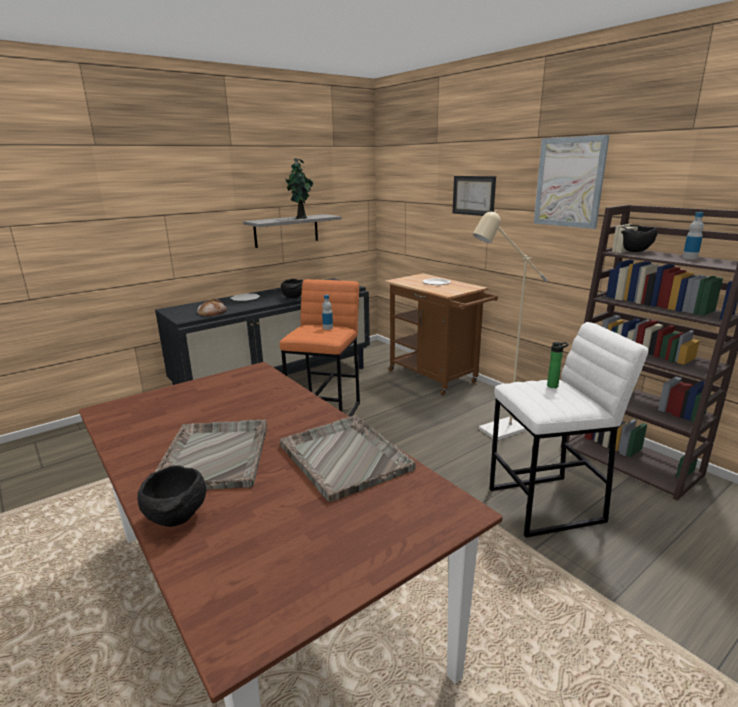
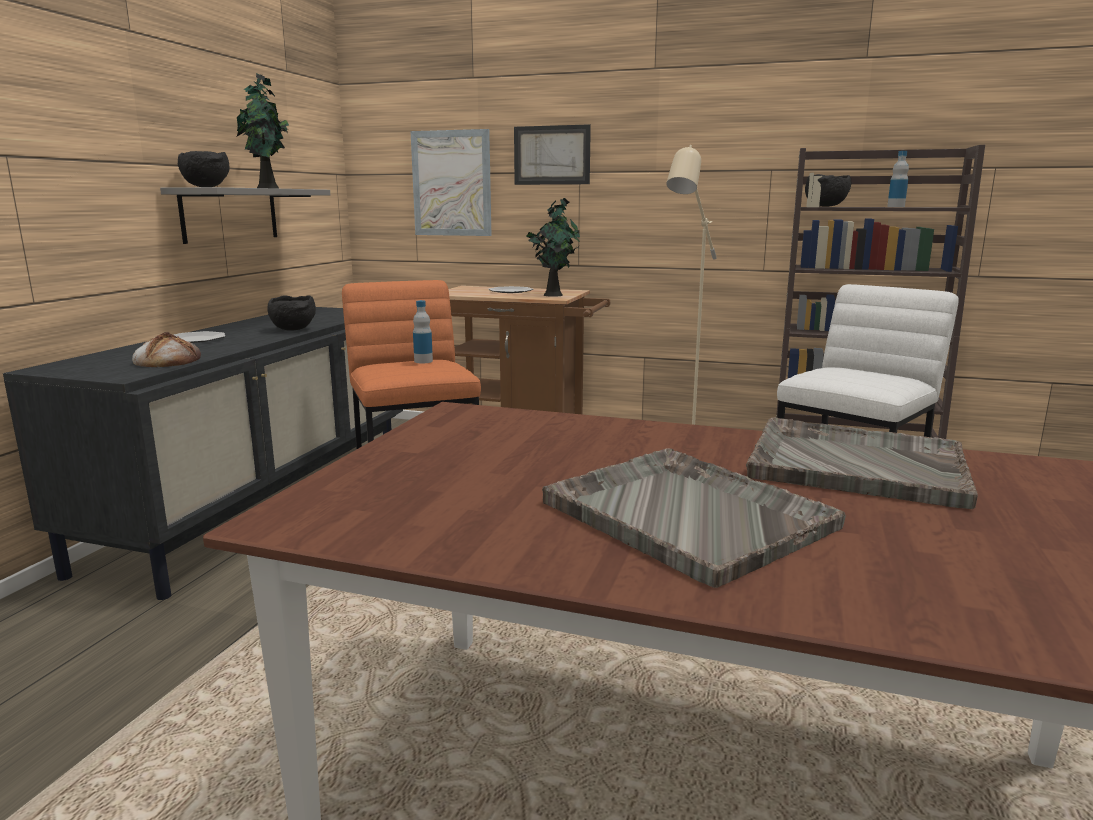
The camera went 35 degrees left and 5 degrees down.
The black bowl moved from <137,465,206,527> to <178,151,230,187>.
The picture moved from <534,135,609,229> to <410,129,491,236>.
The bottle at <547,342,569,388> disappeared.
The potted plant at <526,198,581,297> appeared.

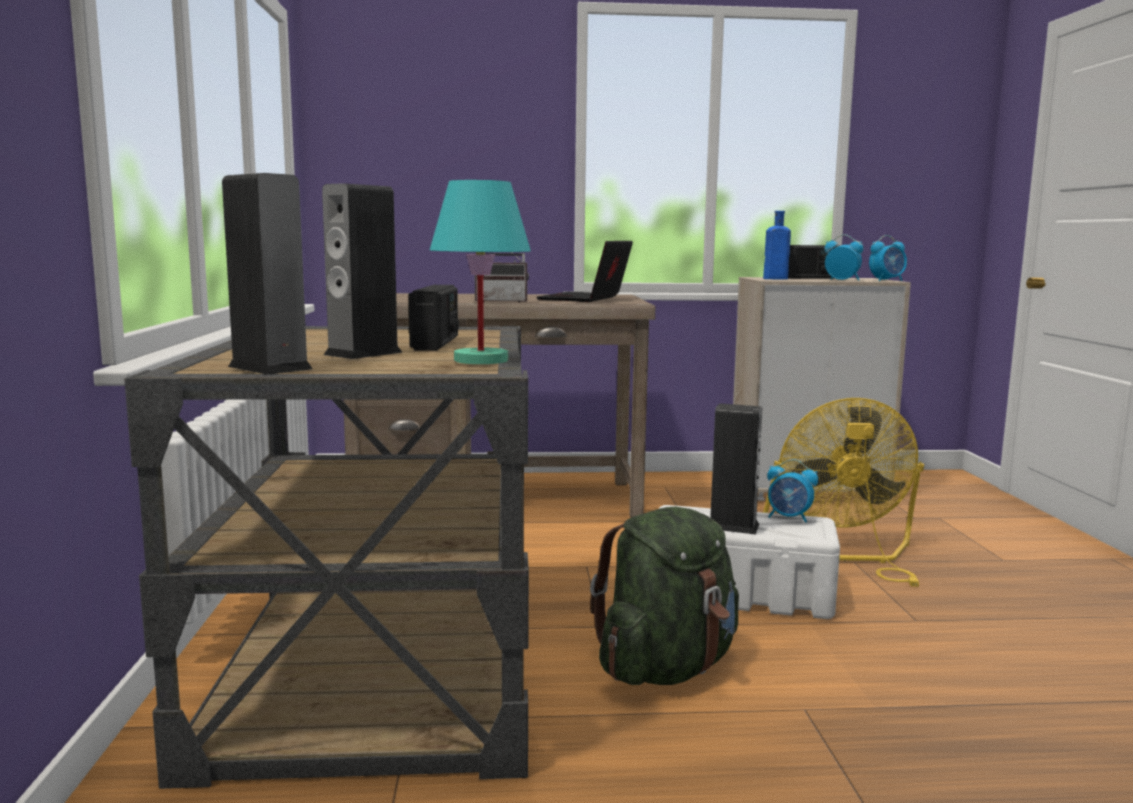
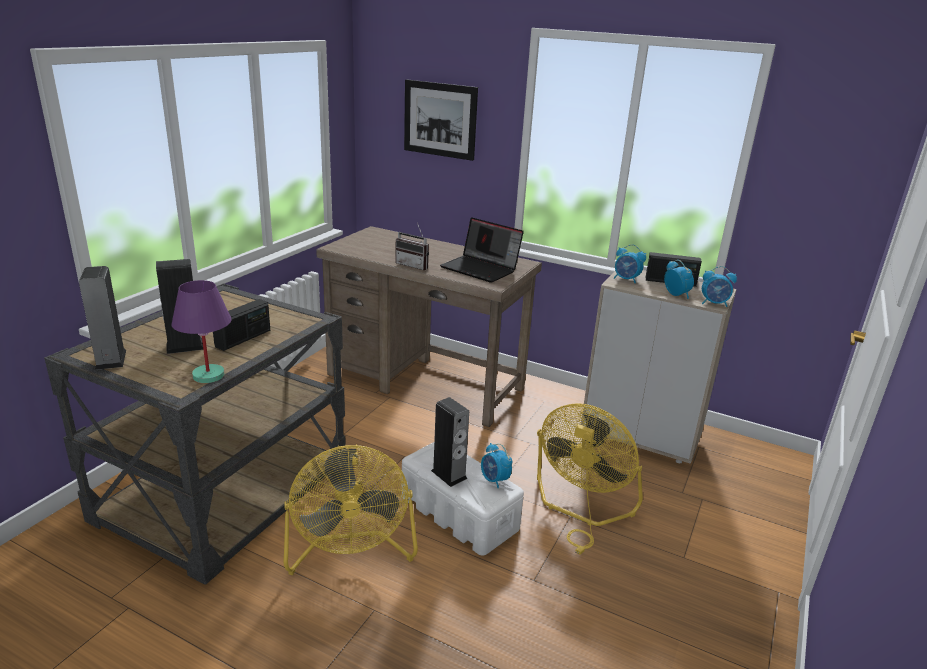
The camera went 30 degrees right and 15 degrees up.
The turquoise table lamp at <430,180,531,364> became the purple table lamp at <171,280,231,383>.
The laptop at <537,241,633,302> turned 105 degrees counterclockwise.
The green backpack at <590,507,739,685> was replaced by the yellow fan at <283,444,418,575>.
The blue bottle at <763,211,791,279> was replaced by the alarm clock at <614,245,646,283>.
The picture at <404,79,478,161> appeared.

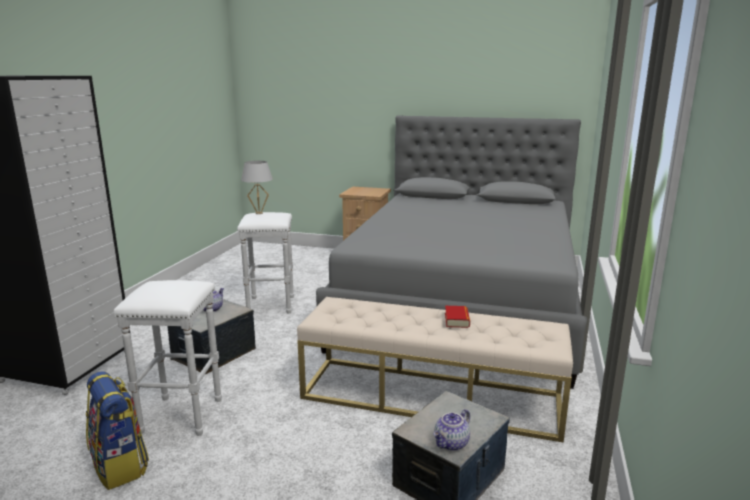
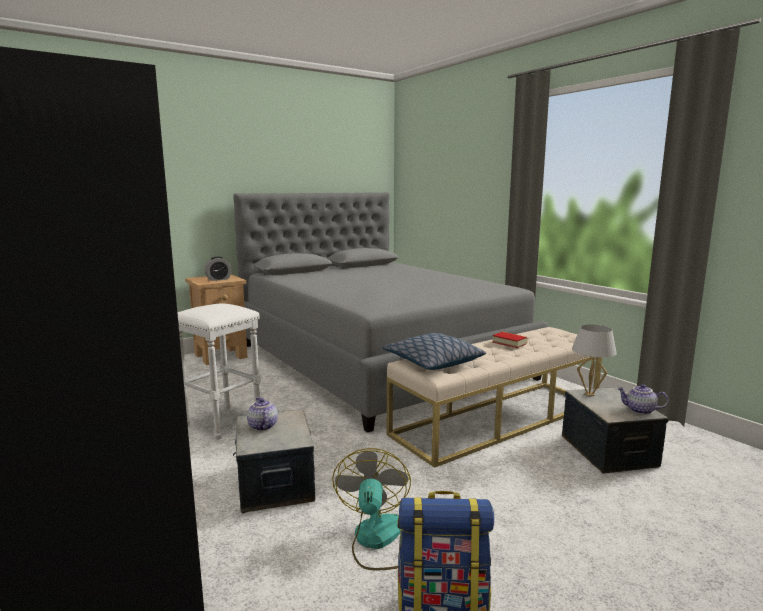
The camera went 50 degrees left and 5 degrees down.
The white stool at <113,280,222,436> was replaced by the fan at <332,448,411,571>.
The white table lamp moved from <241,161,273,214> to <572,325,617,396>.
The teapot at <433,409,470,451> turned 120 degrees clockwise.
The alarm clock at <204,257,232,281> appeared.
The pillow at <382,333,486,370> appeared.

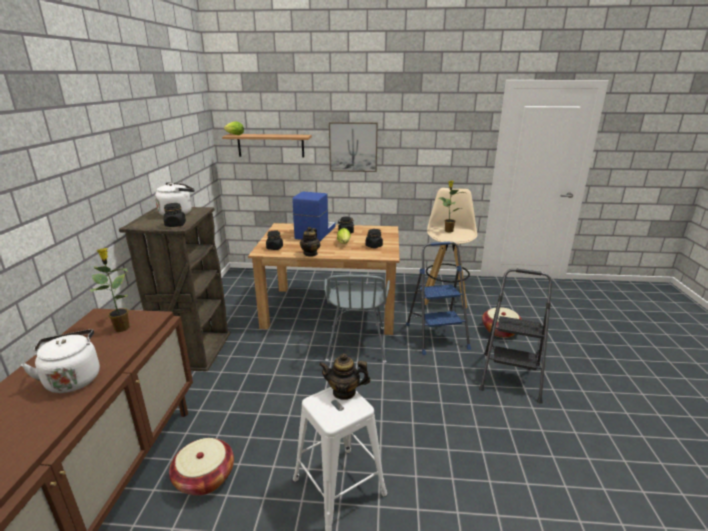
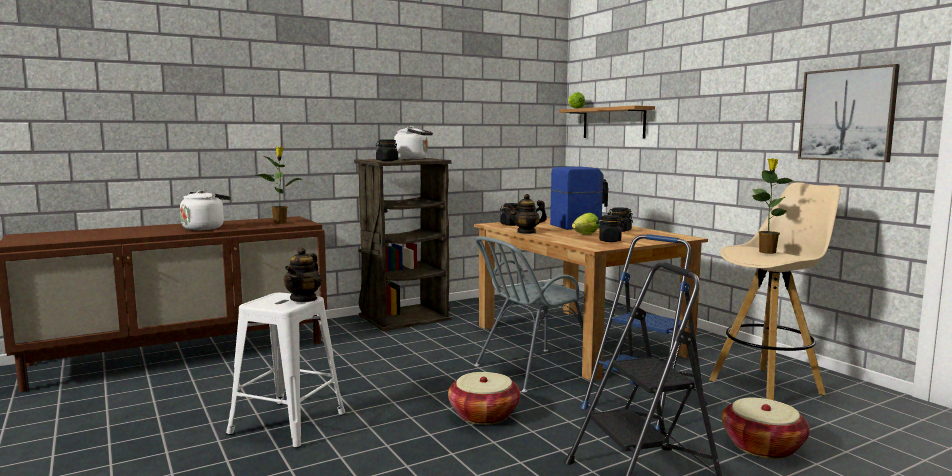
The camera went 55 degrees right and 15 degrees down.
The basket moved from <169,438,234,496> to <448,372,520,425>.
The teapot at <319,353,370,400> turned 135 degrees counterclockwise.
The picture moved from <329,122,378,172> to <798,64,900,162>.

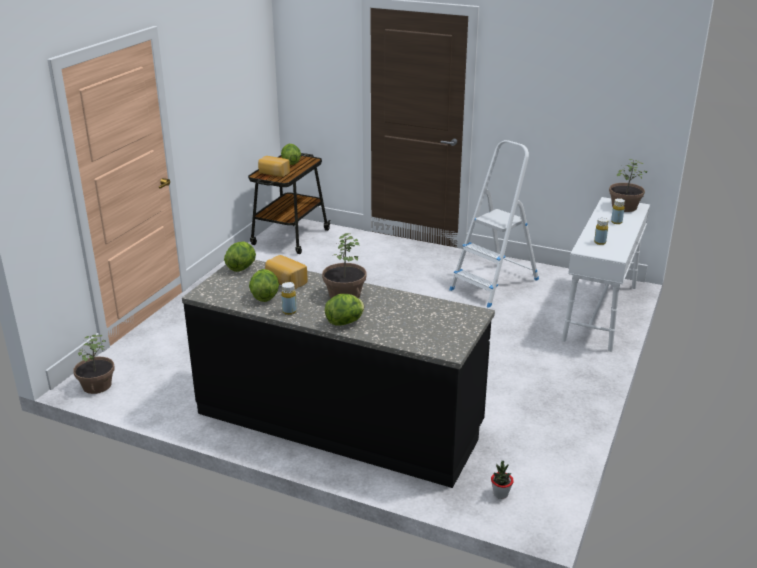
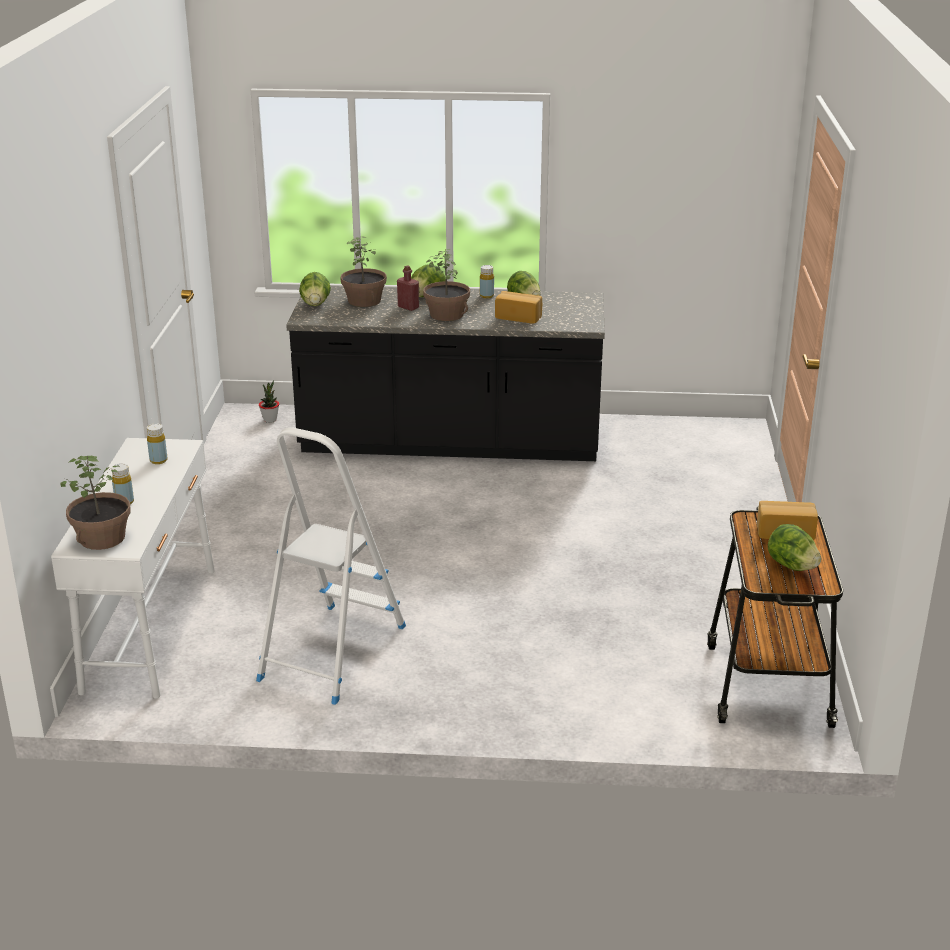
The camera went 160 degrees right and 0 degrees up.
The potted plant moved from <73,334,115,394> to <341,236,387,307>.
The lettuce moved from <224,241,256,272> to <299,272,331,306>.
The red bottle at <397,266,419,311> appeared.

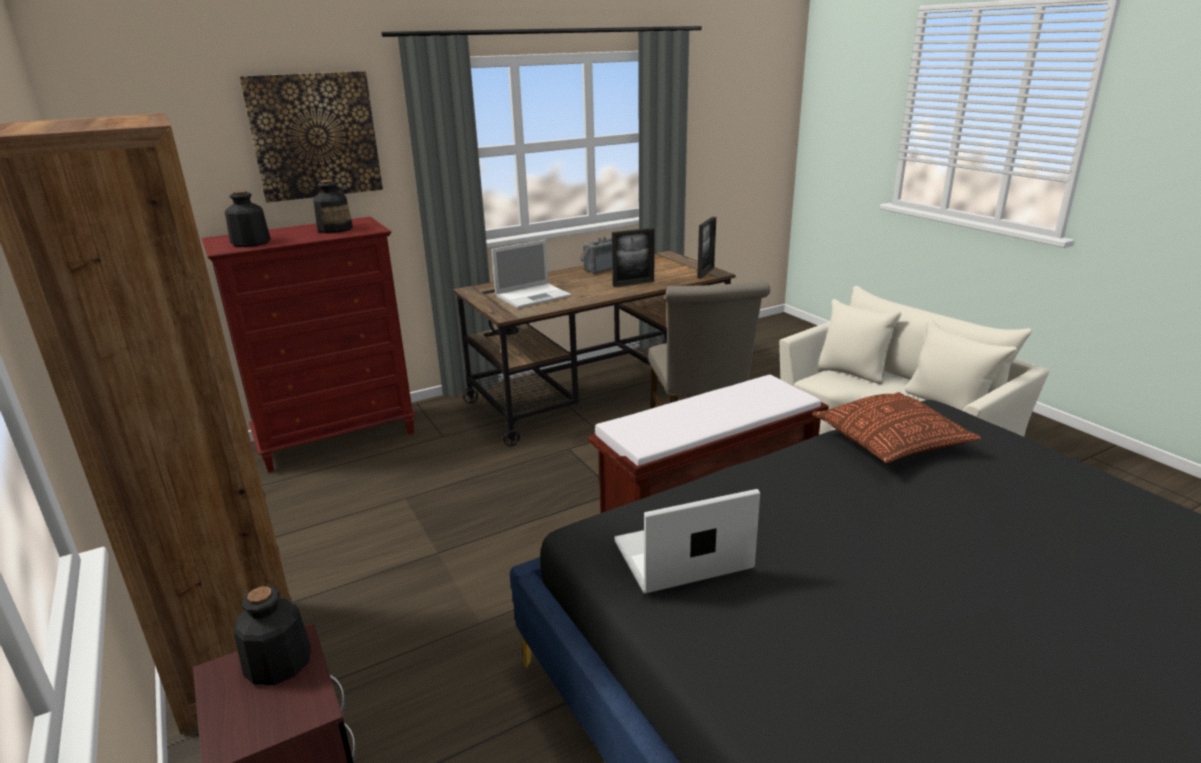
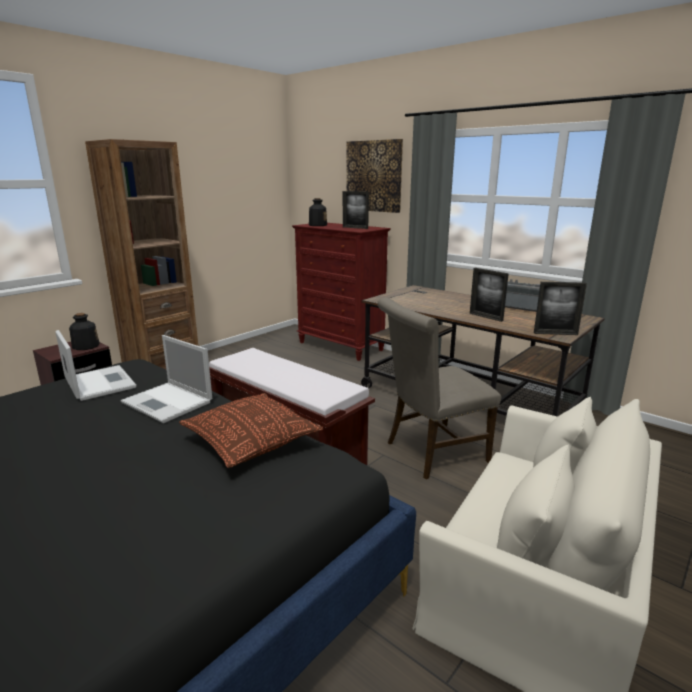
The camera went 70 degrees right and 5 degrees down.
The bottle at <313,180,353,233> was replaced by the picture frame at <343,191,369,229>.
The laptop moved from <491,240,572,309> to <121,335,212,423>.

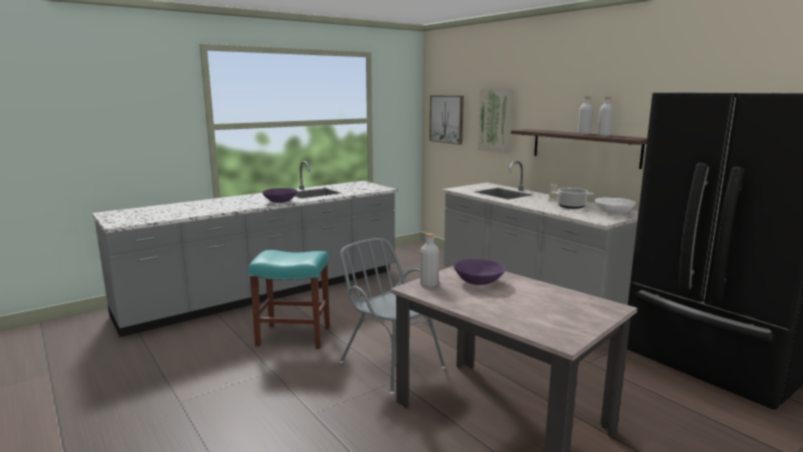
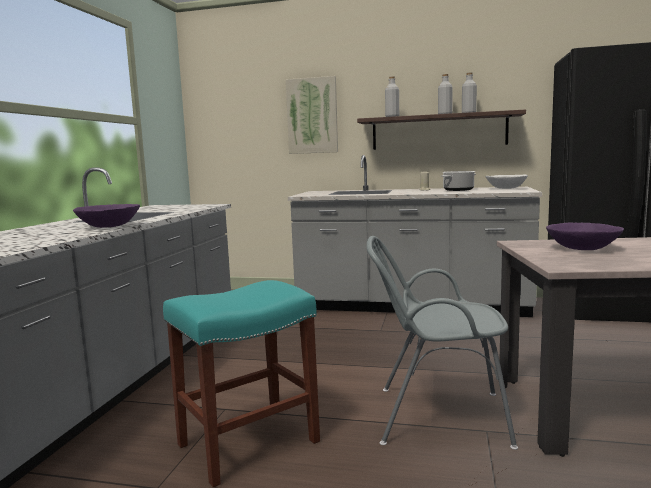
The camera went 40 degrees left and 5 degrees down.
The grey bottle moved from <420,233,439,287> to <385,76,399,117>.
The picture at <429,95,464,145> disappeared.

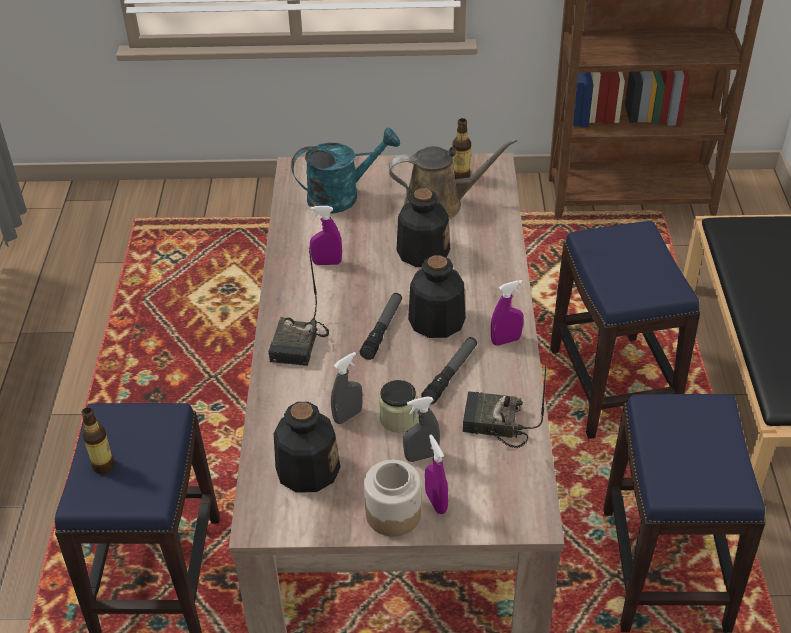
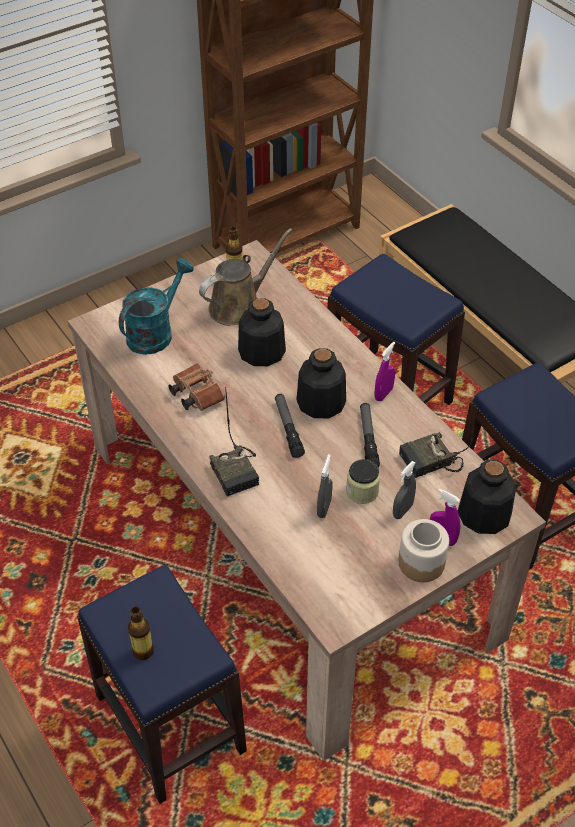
The camera went 35 degrees left and 5 degrees up.
The bottle moved from <274,402,340,493> to <458,460,516,534>.
The purple spray bottle at <310,206,342,265> was replaced by the brown binoculars at <169,363,225,411>.

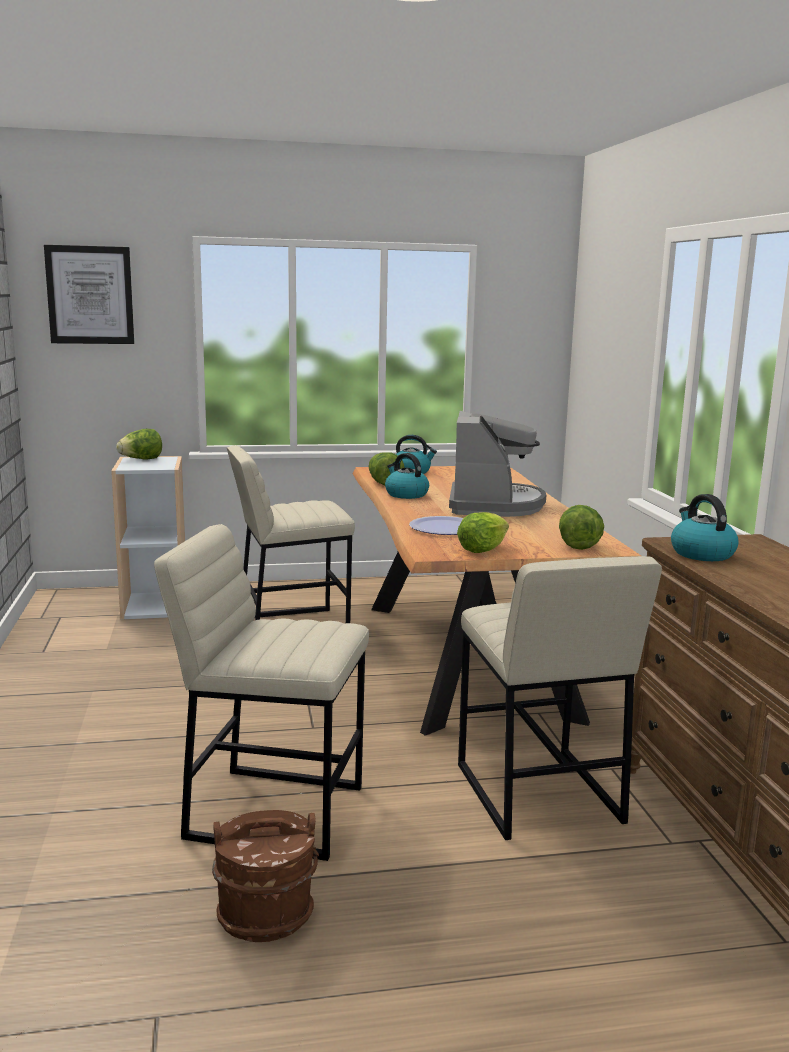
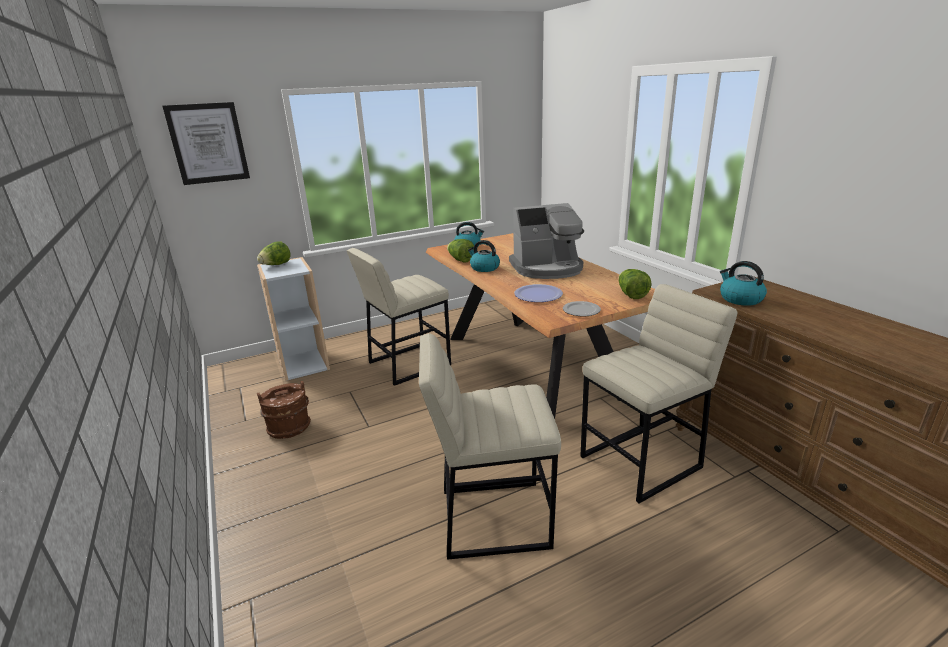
The camera went 15 degrees left and 10 degrees up.
The brown bucket moved from <212,810,319,942> to <257,381,311,439>.
The coffee machine at <449,411,546,517> turned 90 degrees clockwise.
The lettuce at <457,512,509,553> was replaced by the plate at <563,301,601,316>.
The beige chair at <458,556,662,840> turned 90 degrees counterclockwise.

